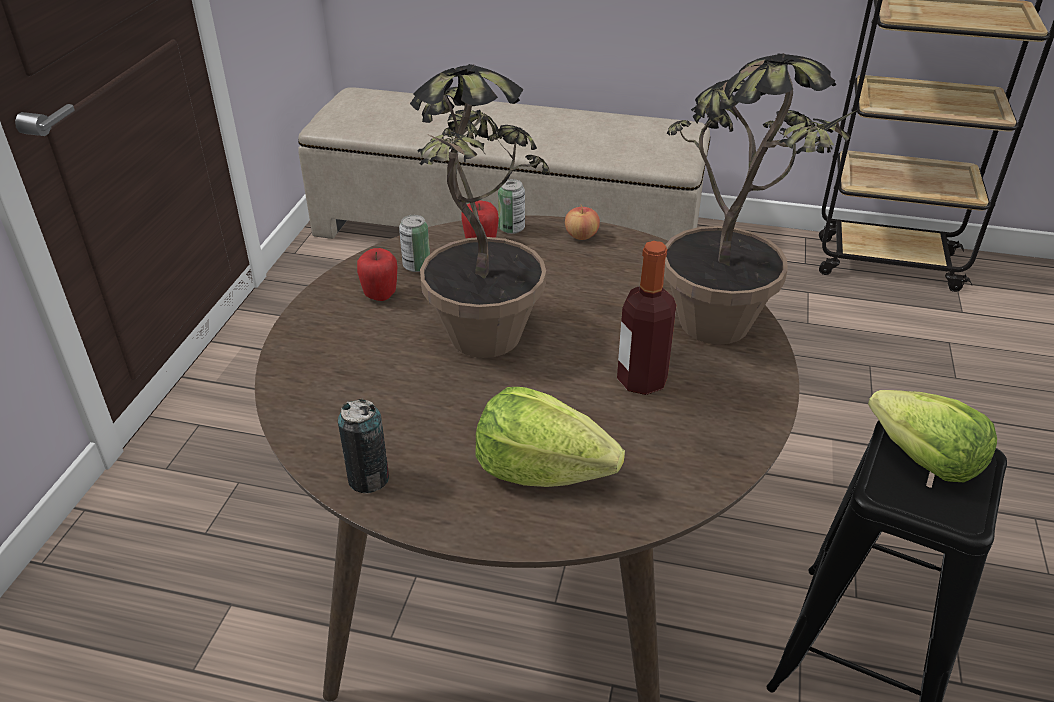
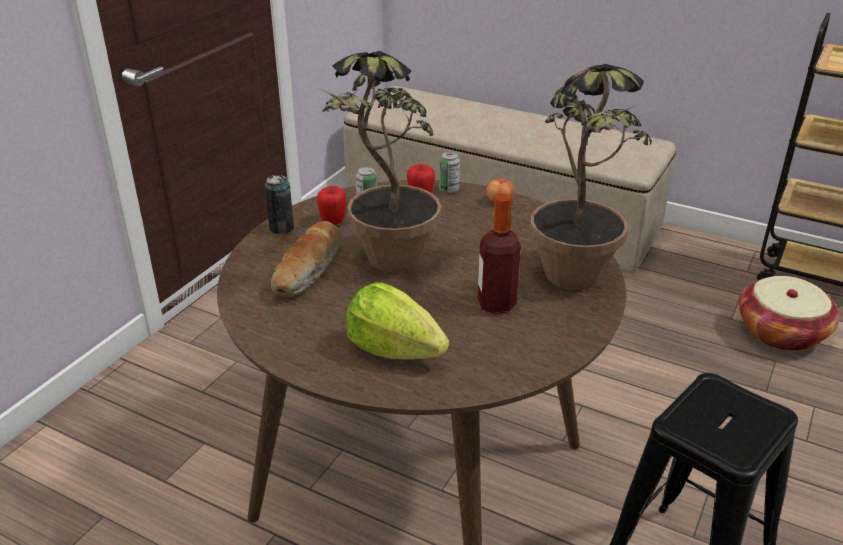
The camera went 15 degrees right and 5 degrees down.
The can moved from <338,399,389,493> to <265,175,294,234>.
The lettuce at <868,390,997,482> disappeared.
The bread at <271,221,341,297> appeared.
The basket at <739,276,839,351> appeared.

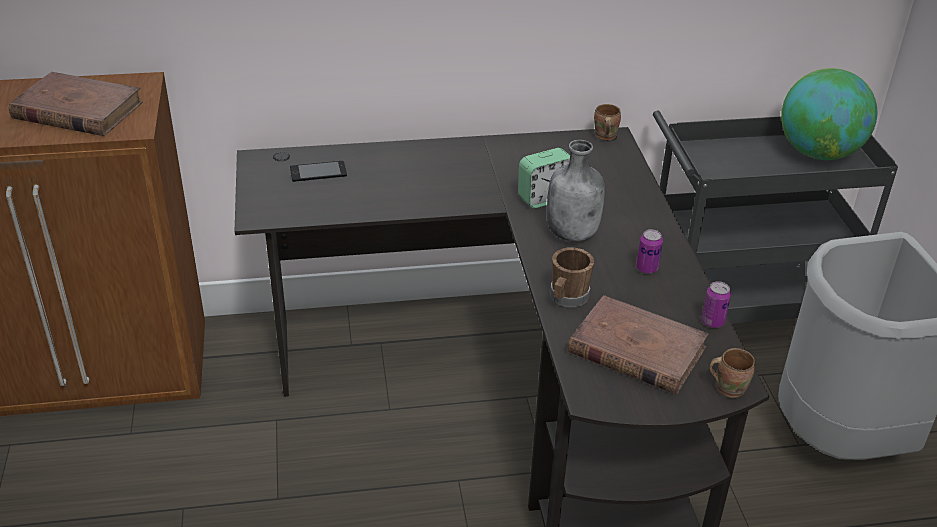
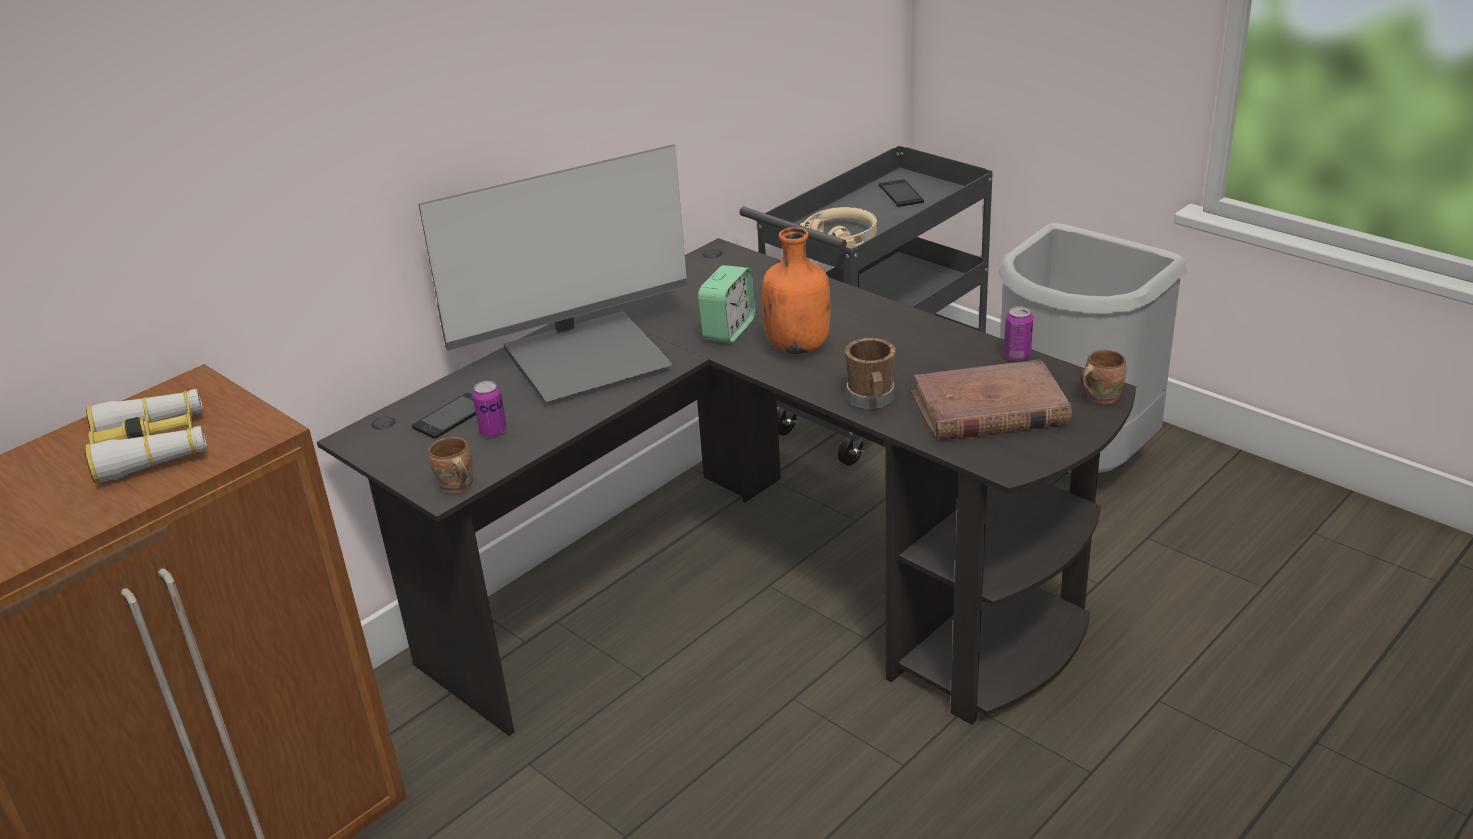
The camera went 35 degrees left and 5 degrees down.
The brown book at <9,72,143,136> was replaced by the binoculars at <85,389,207,484>.
The grey bottle at <547,140,605,241> became the orange bottle at <762,227,830,354>.
The brown mug moved from <594,104,621,140> to <428,437,473,494>.
The can moved from <636,229,663,274> to <472,381,507,437>.
The globe at <781,68,877,160> was replaced by the phone at <879,179,924,207>.
The monitor at <418,144,688,402> appeared.
The beige headphones at <800,207,877,249> appeared.

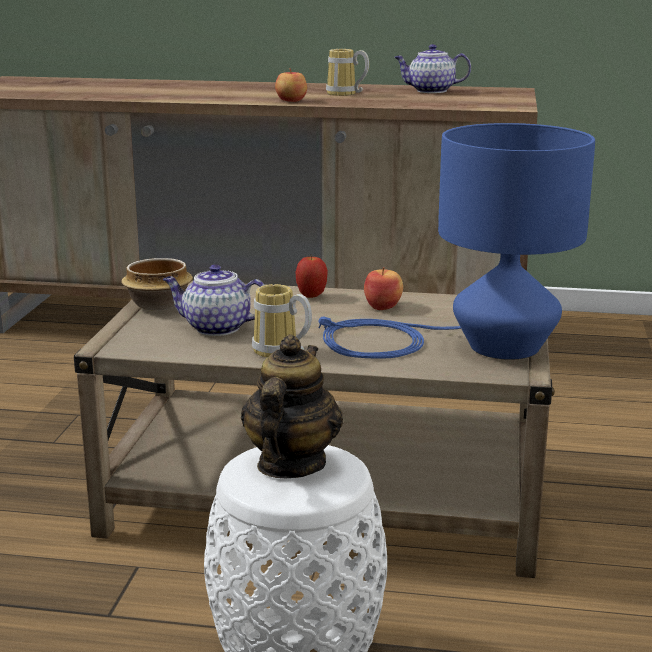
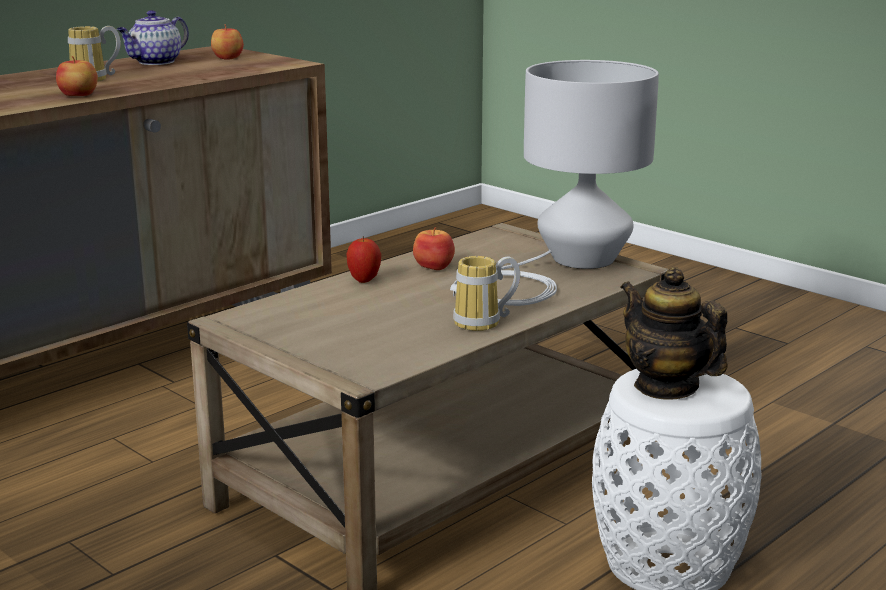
The camera went 55 degrees left and 0 degrees up.
The bowl at <121,258,193,311> disappeared.
The teapot at <163,264,264,336> disappeared.
The blue table lamp at <318,123,595,360> became the grey table lamp at <450,60,659,306>.
The apple at <211,24,244,60> appeared.

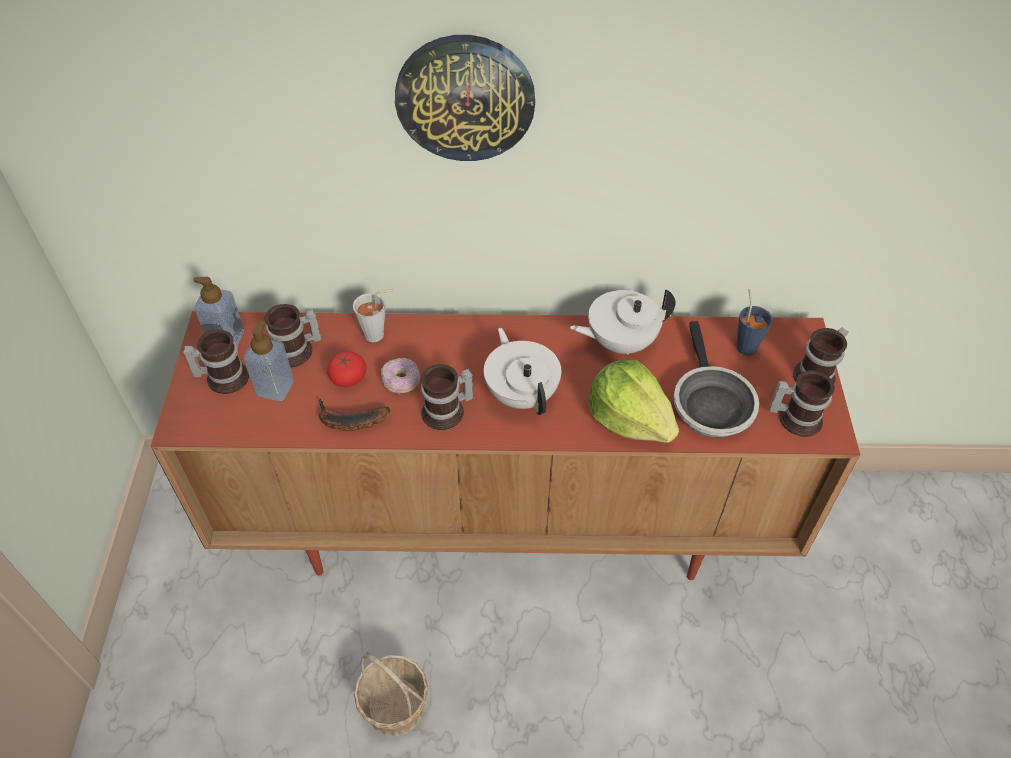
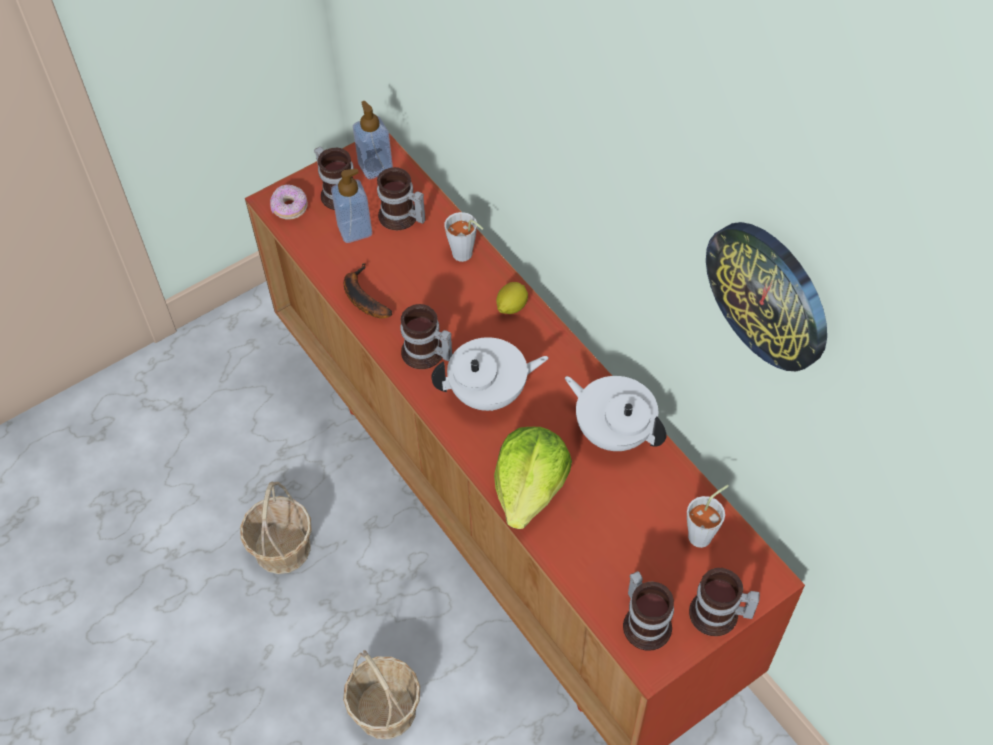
The camera went 55 degrees right and 5 degrees up.
The tomato at <327,351,366,387> disappeared.
The donut moved from <381,358,420,394> to <270,185,308,219>.
The wall clock moved from <395,35,535,161> to <706,222,827,371>.
The white teapot at <484,328,561,415> turned 45 degrees clockwise.
The frying pan at <674,321,759,437> disappeared.
The blue cup at <737,289,773,355> became the grey cup at <687,485,729,548>.
The basket at <343,650,420,739> appeared.
The lemon at <496,282,528,314> appeared.

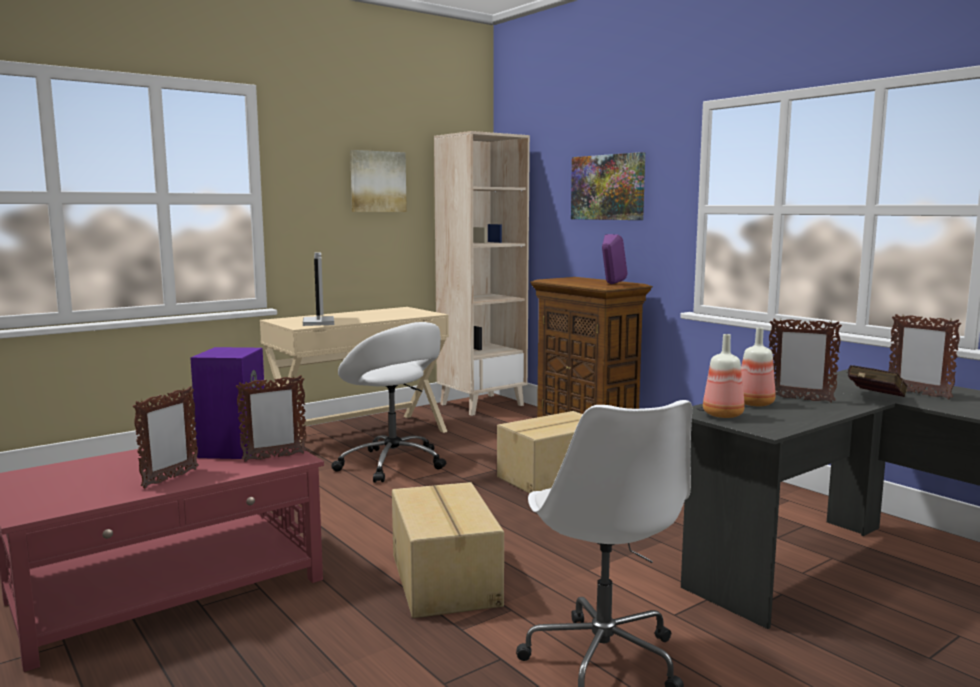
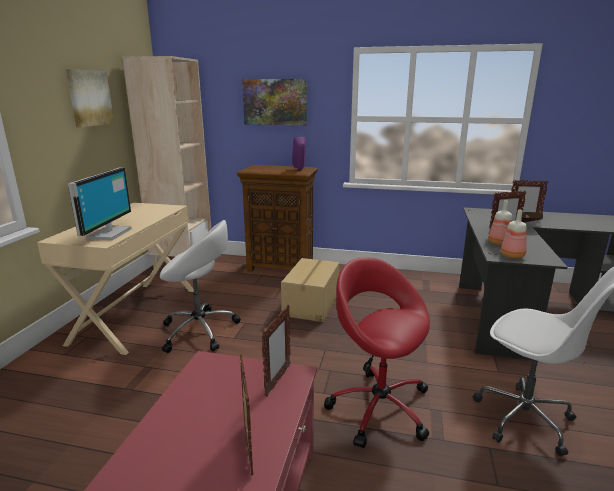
The camera went 40 degrees left and 10 degrees up.
The purple speaker at <191,347,264,459> disappeared.
The monitor at <303,253,334,326> turned 120 degrees counterclockwise.
The cardboard box at <392,482,504,618> was replaced by the red office chair at <324,257,430,448>.

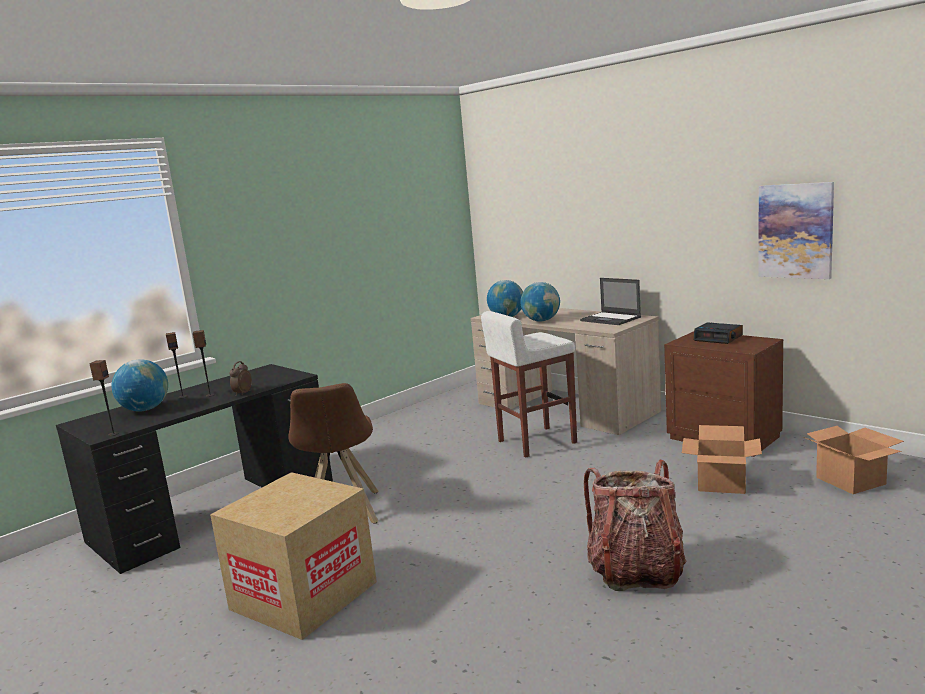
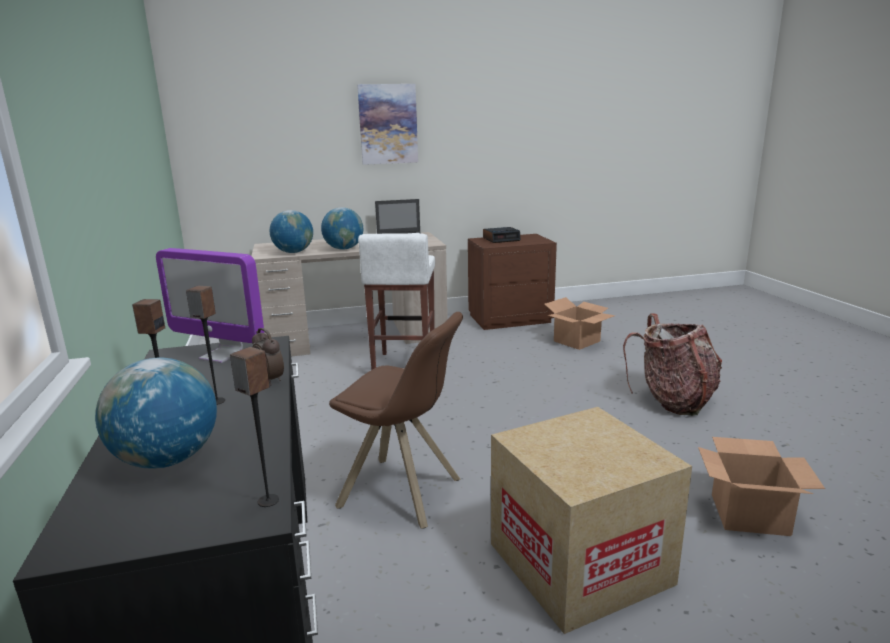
The camera went 60 degrees left and 5 degrees up.
The picture moved from <758,182,834,279> to <357,84,418,165>.
The cardboard box moved from <803,426,904,494> to <698,437,825,536>.
The monitor at <156,248,264,363> appeared.

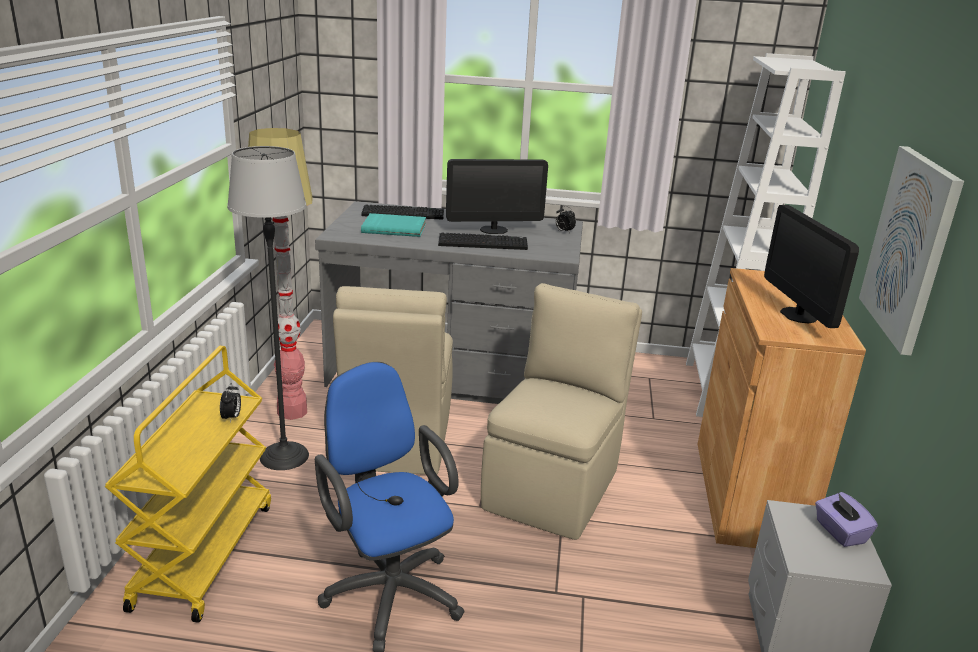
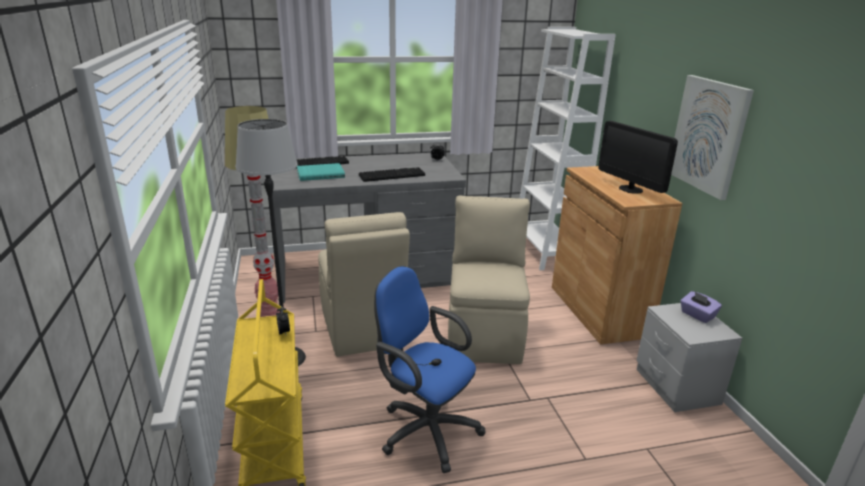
The camera went 20 degrees left and 0 degrees up.
The monitor at <446,159,548,234> disappeared.

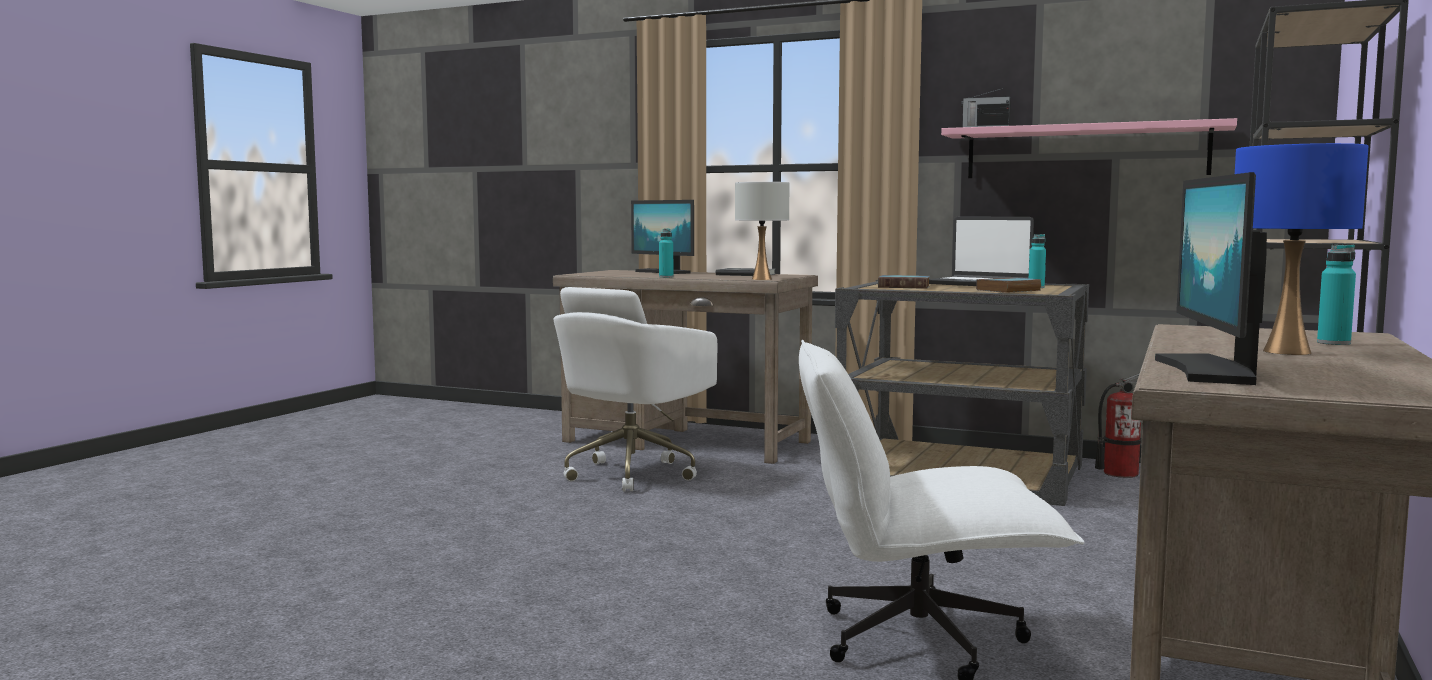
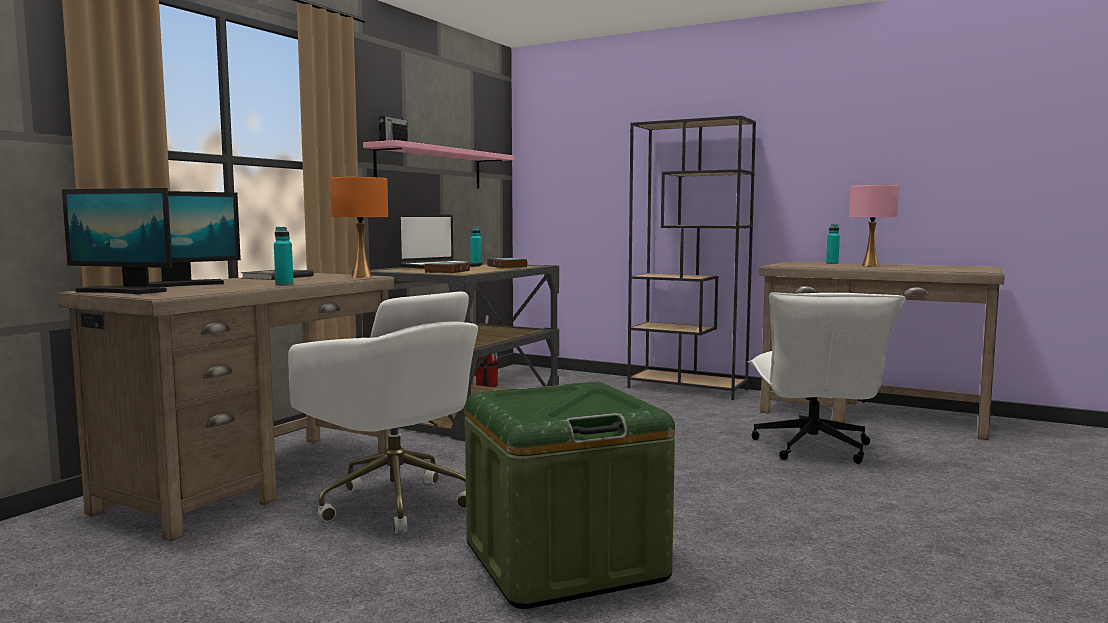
The camera went 85 degrees left and 0 degrees up.
The white table lamp at <735,182,789,280> became the orange table lamp at <330,177,388,278>.
The monitor moved from <1155,172,1267,385> to <62,188,172,294>.
The blue table lamp at <1235,143,1368,355> became the pink table lamp at <849,185,899,266>.
The green storage box at <465,382,675,609> appeared.

